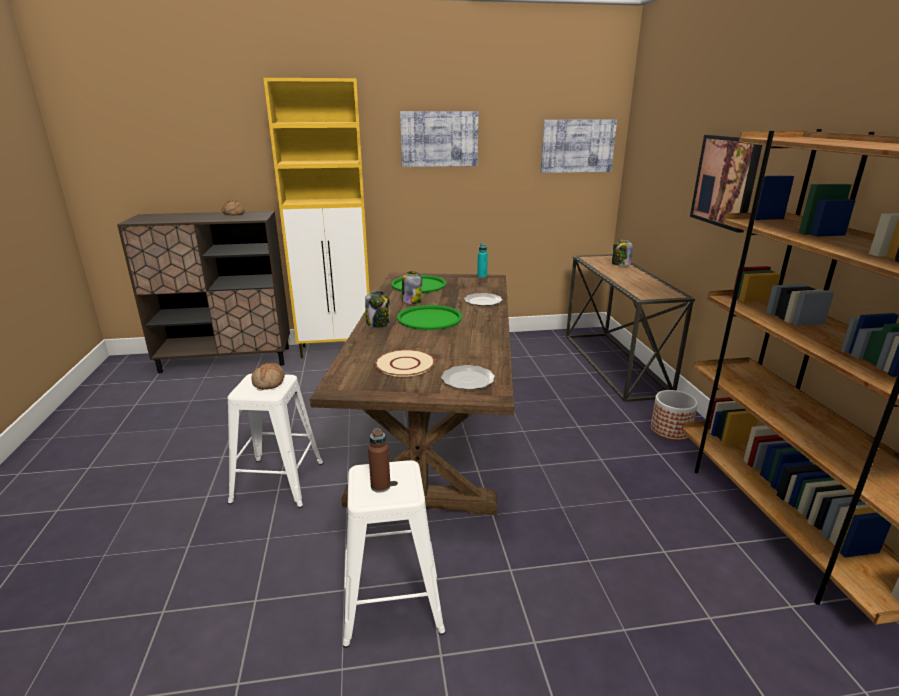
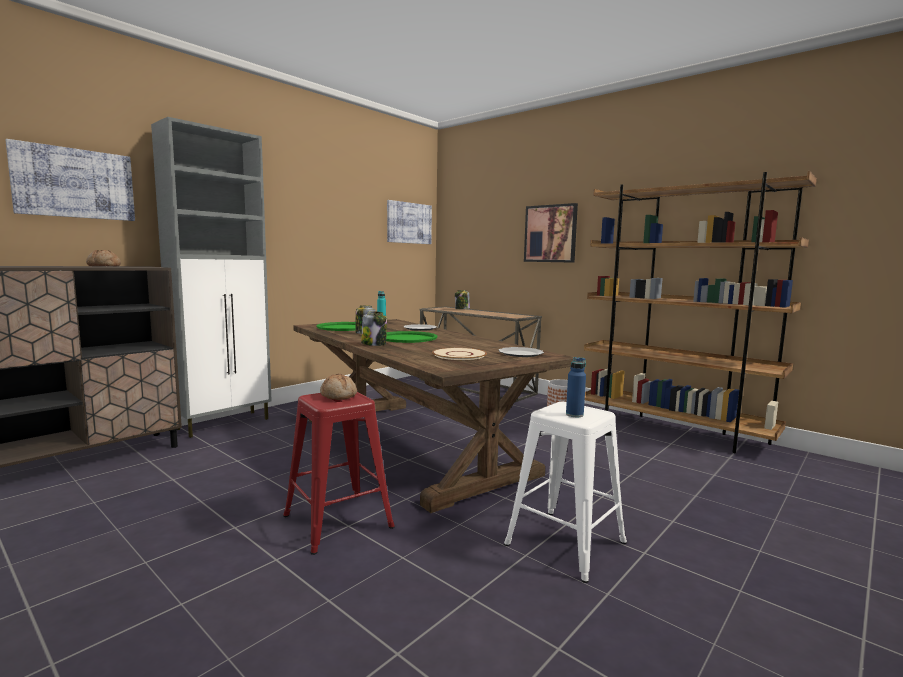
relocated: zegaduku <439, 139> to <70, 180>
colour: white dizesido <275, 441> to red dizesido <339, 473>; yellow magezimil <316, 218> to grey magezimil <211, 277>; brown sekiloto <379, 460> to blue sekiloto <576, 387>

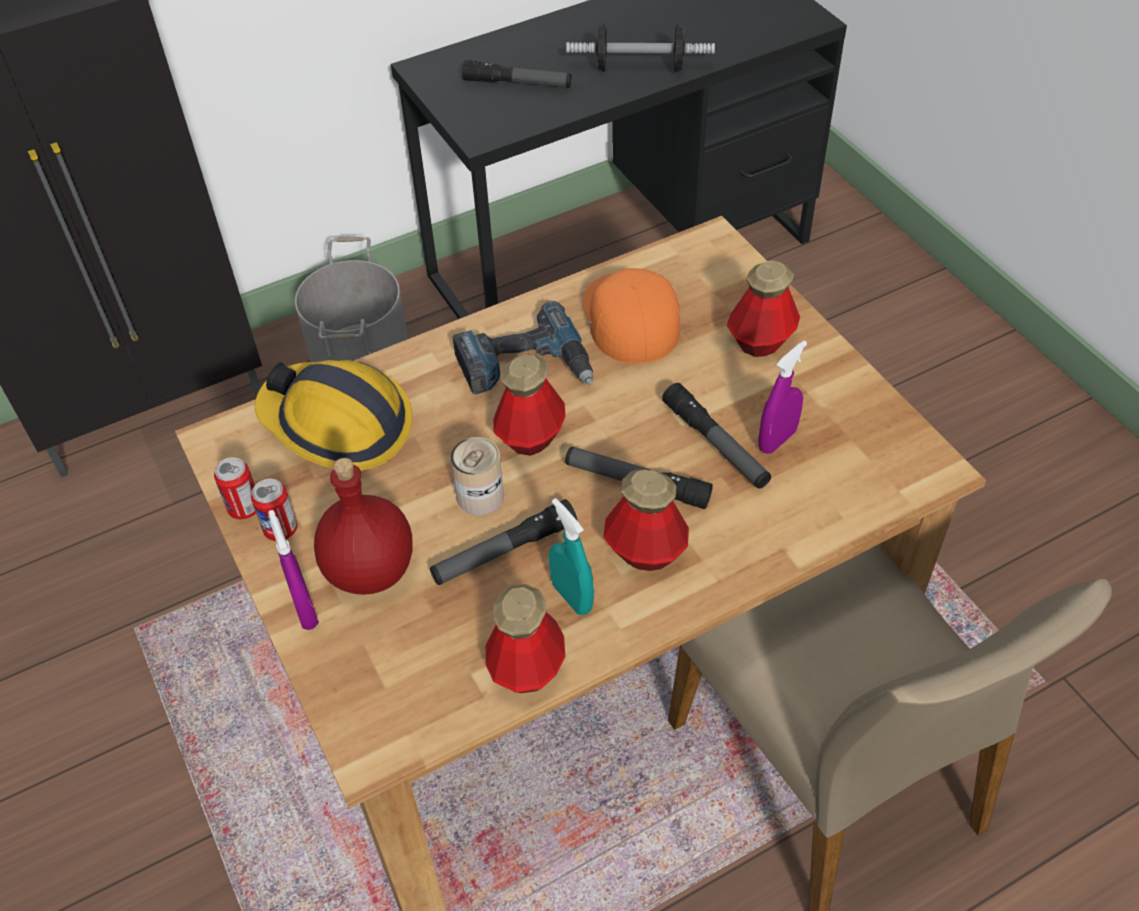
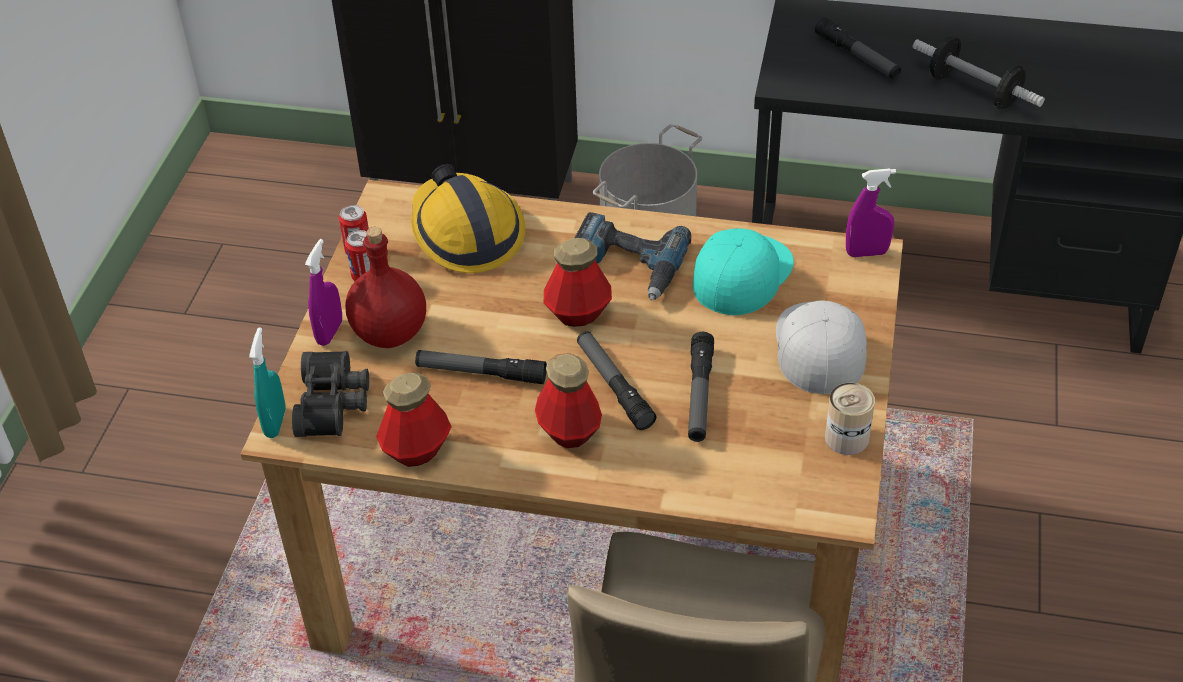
appeared: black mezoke <330, 394>
relocated: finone <477, 476> to <850, 419>; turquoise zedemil <571, 556> to <267, 382>; purple zedemil <782, 397> to <871, 212>
exchanged: sekiloto <763, 308> to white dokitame <821, 347>
colour: orange dokitame <631, 316> to turquoise dokitame <743, 271>

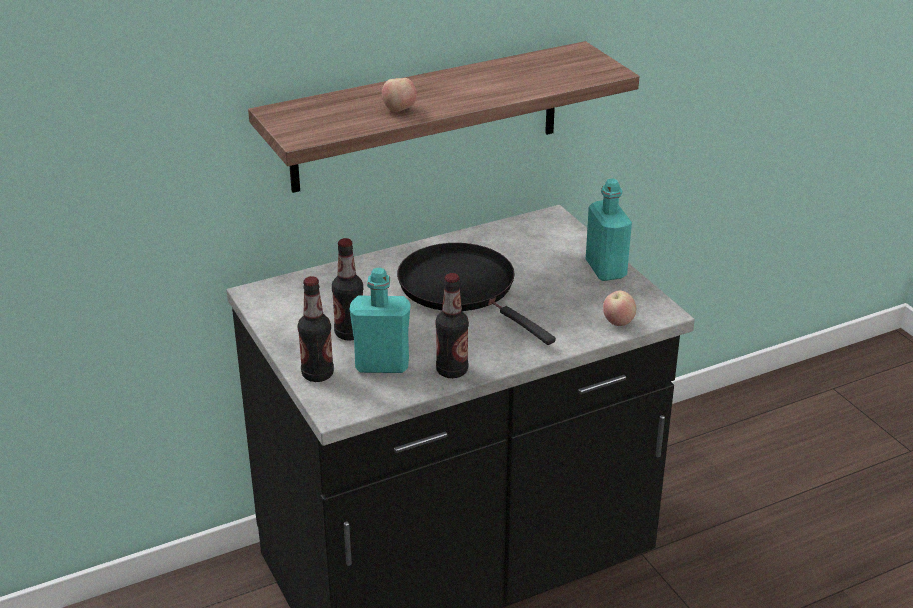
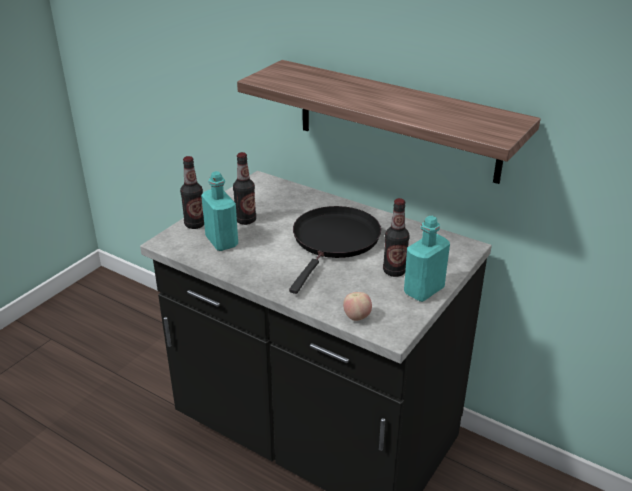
missing: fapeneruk <399, 95>
relocated: sekiloto <452, 325> to <396, 237>

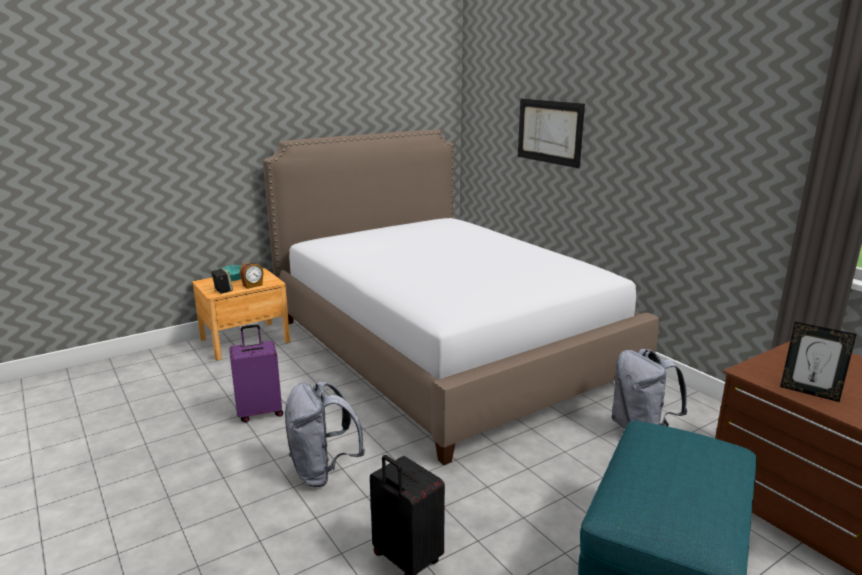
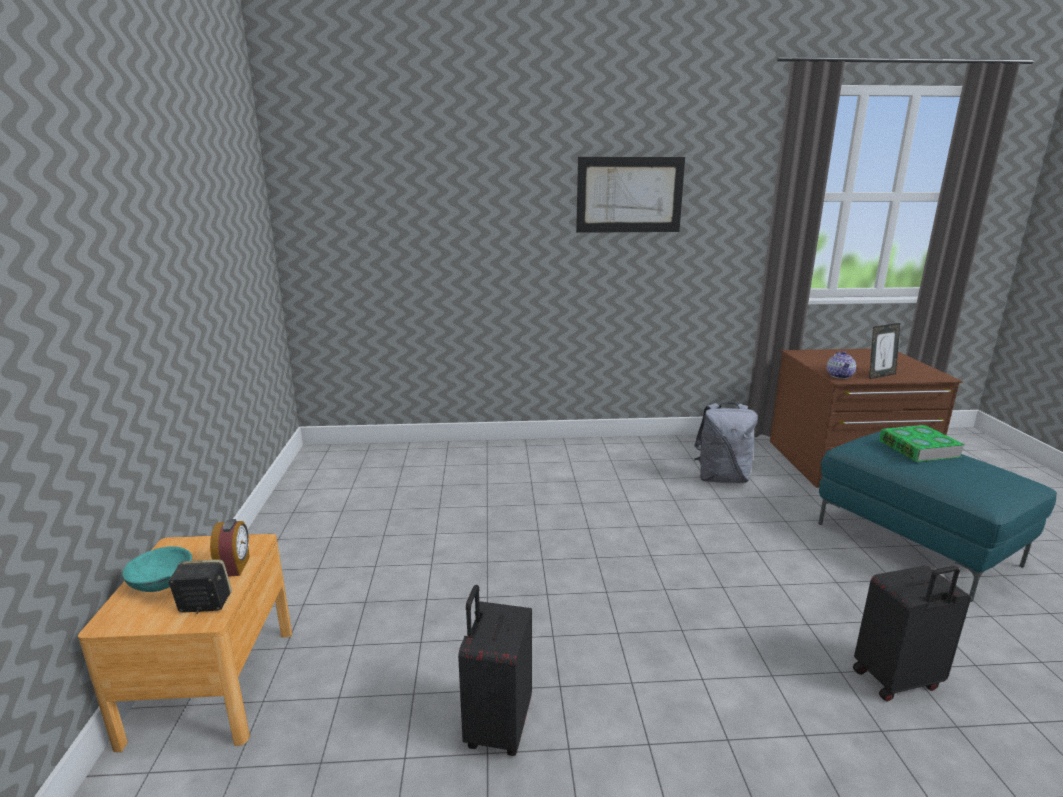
missing: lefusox <461, 297>; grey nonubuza <325, 434>
appeared: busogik <841, 365>; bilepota <922, 443>
relocated: zegaduku <551, 133> to <630, 195>
colour: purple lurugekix <256, 373> to black lurugekix <495, 670>

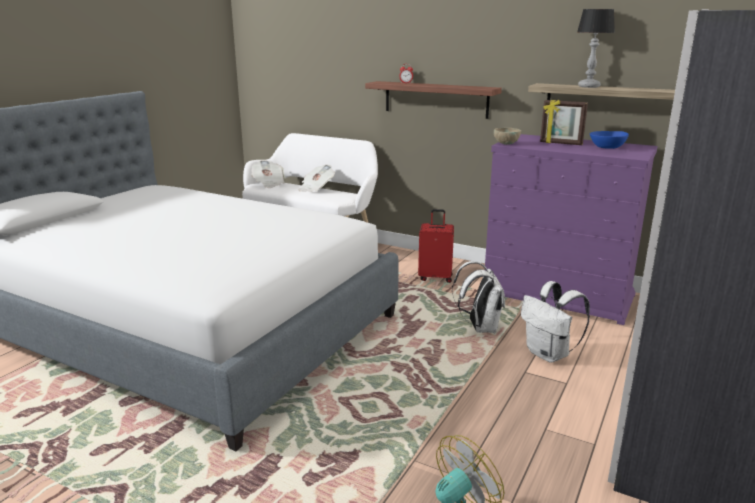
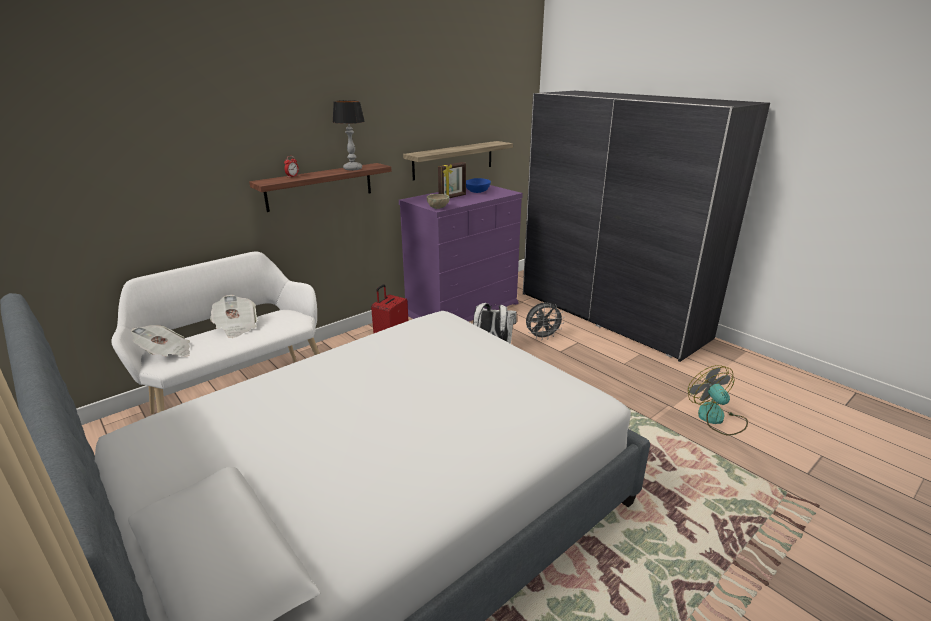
relocated: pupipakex <596, 48> to <349, 135>
exchanged: white nonubuza <555, 322> to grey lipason <545, 321>

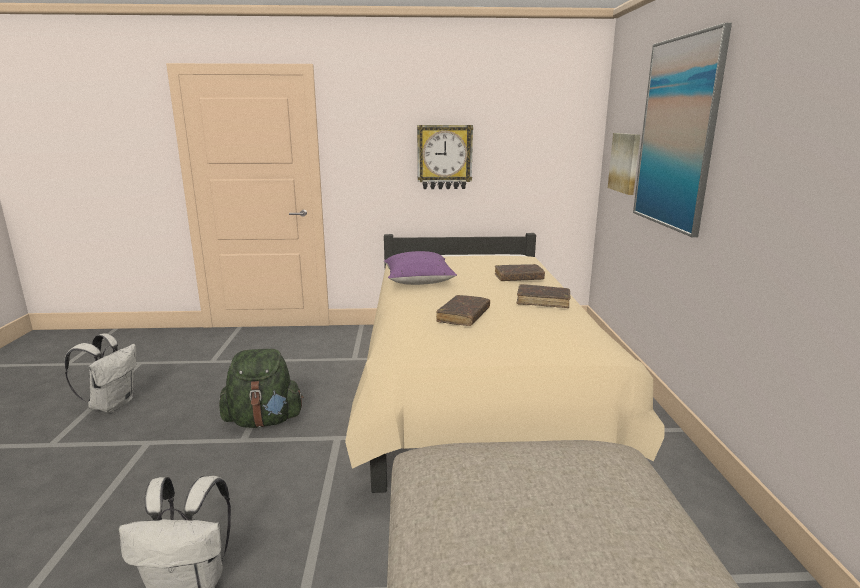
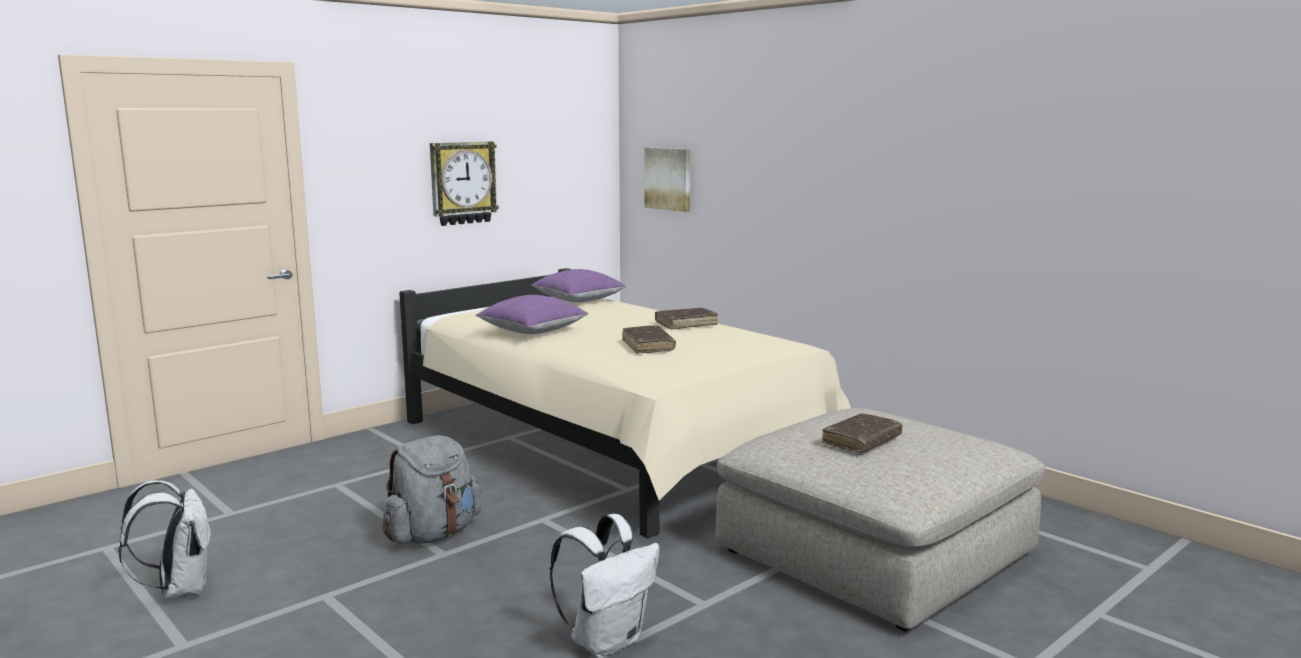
missing: zegaduku <682, 130>
appeared: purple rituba <578, 285>
relocated: brown bilepota <520, 272> to <862, 433>
colour: green nonubuza <261, 388> to grey nonubuza <432, 489>

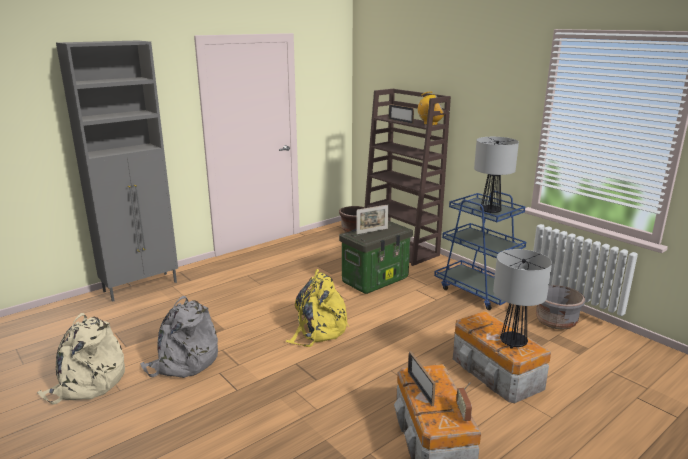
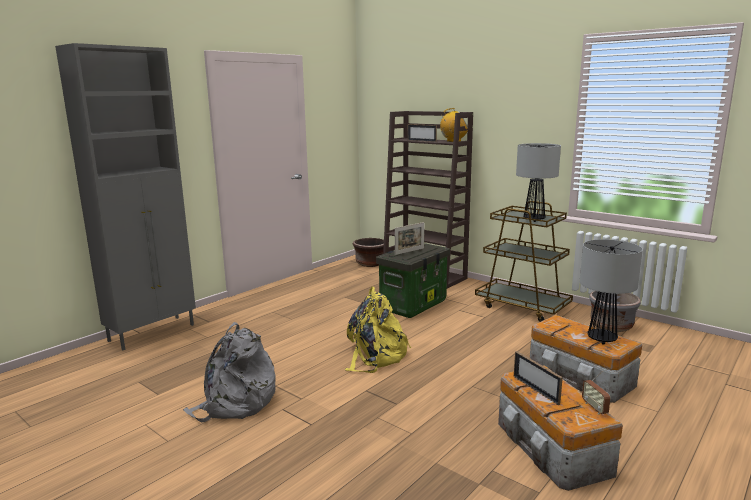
missing: beige nonubuza <81, 359>
colour: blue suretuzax <480, 250> to brown suretuzax <524, 261>

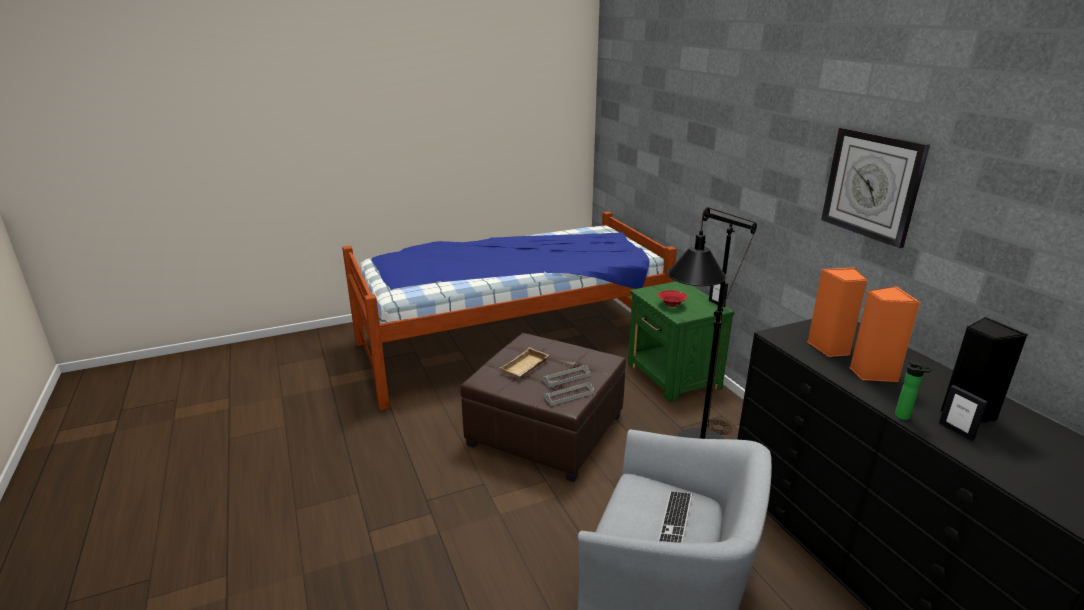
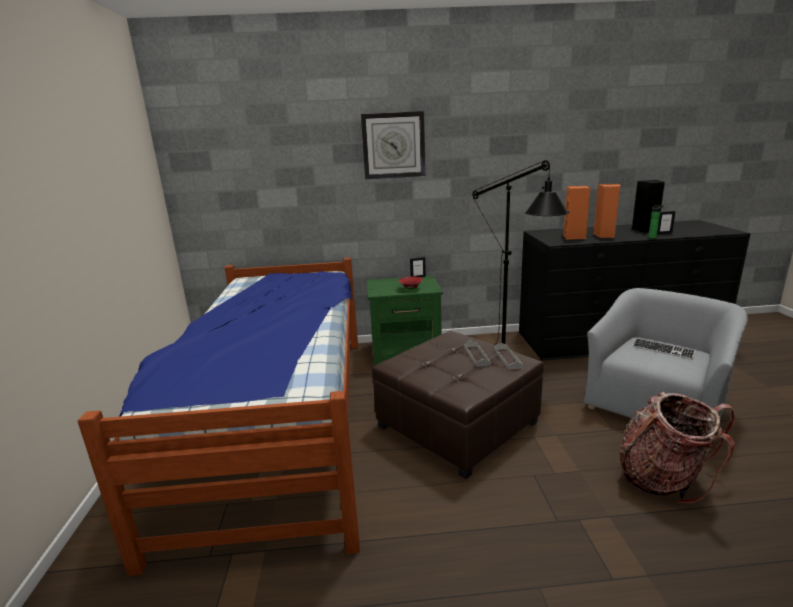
missing: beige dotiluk <524, 362>
appeared: nonubuza <677, 448>
relocated: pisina <875, 188> to <393, 145>

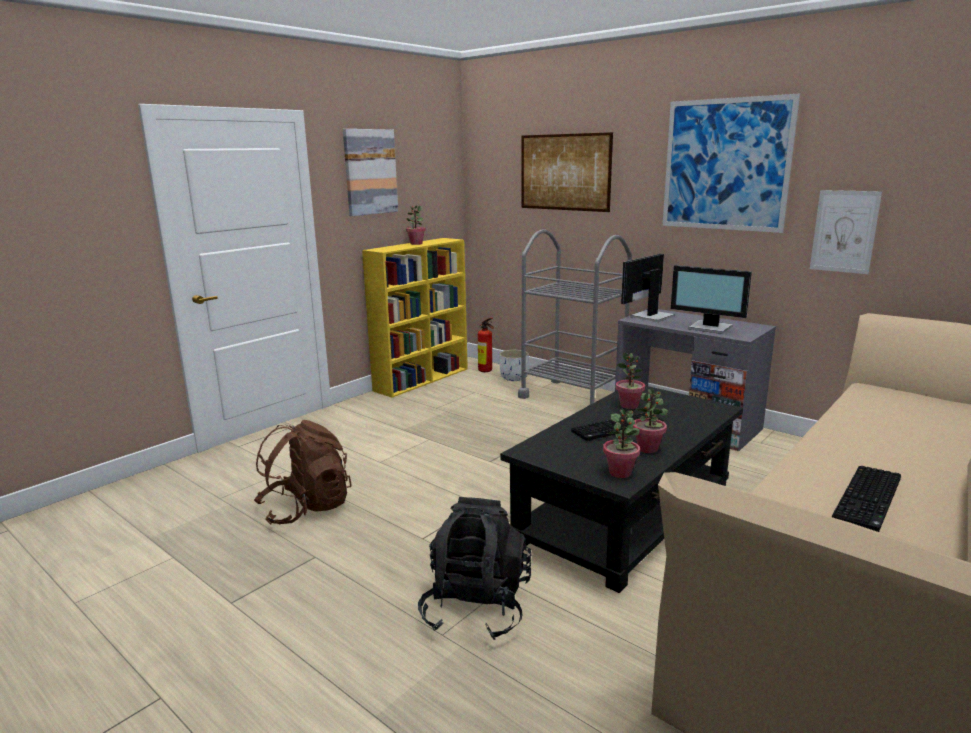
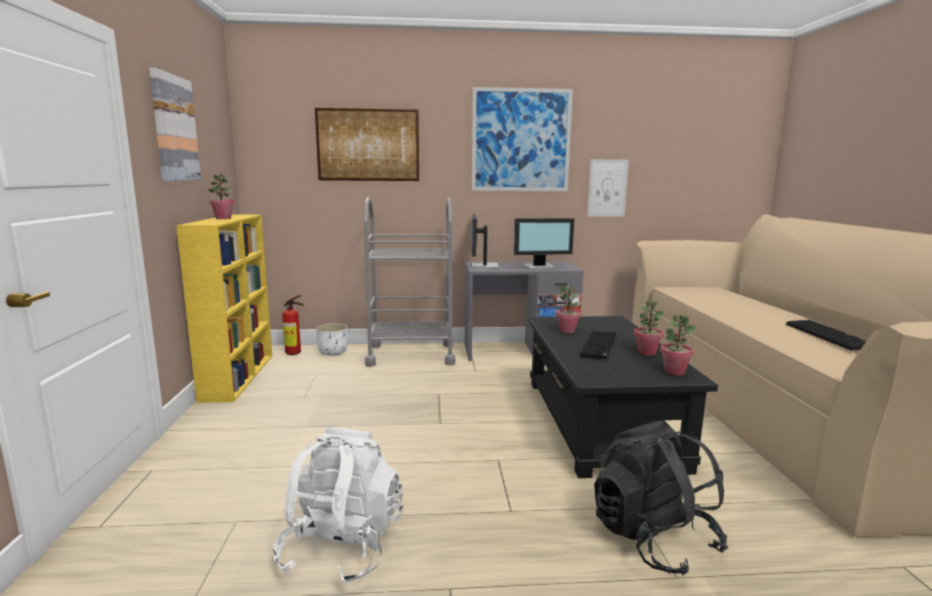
colour: brown nonubuza <303, 472> to white nonubuza <338, 506>

